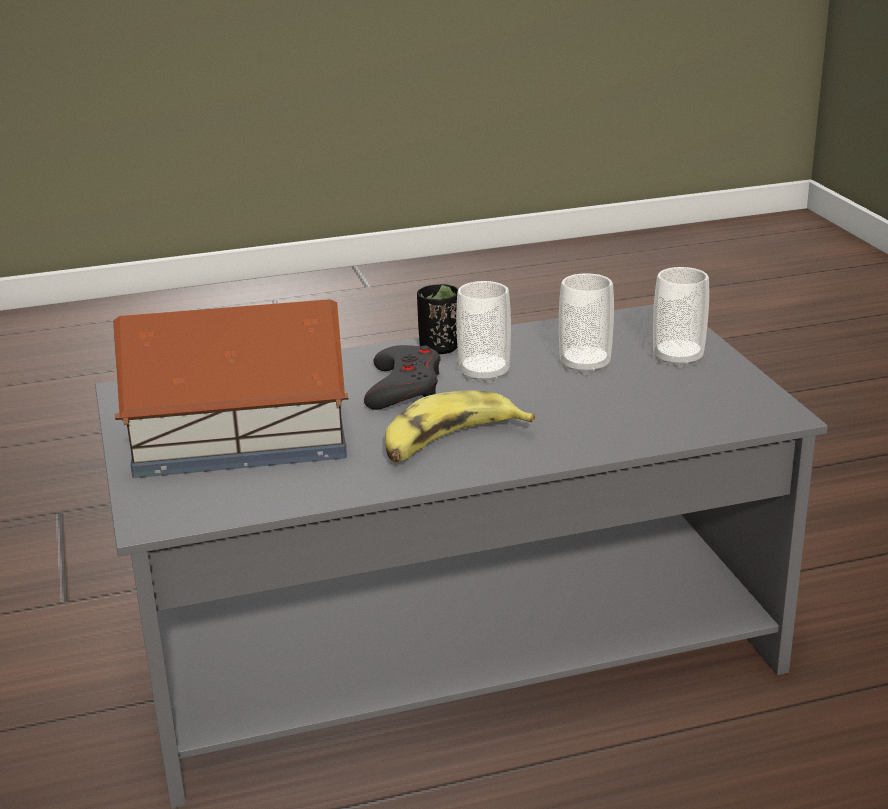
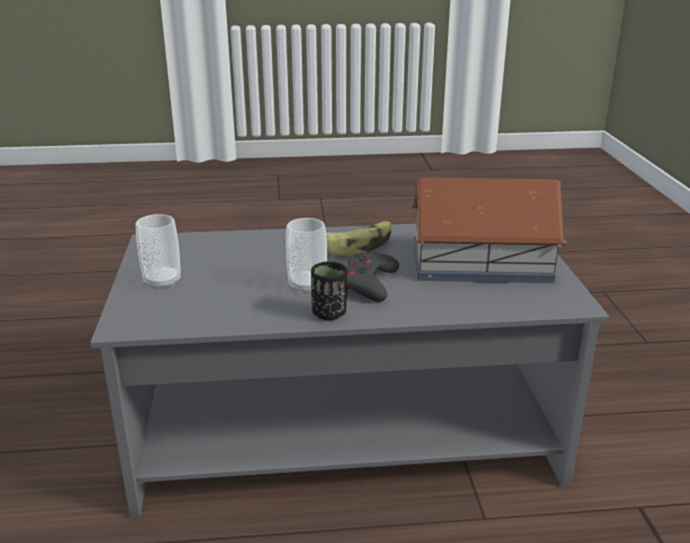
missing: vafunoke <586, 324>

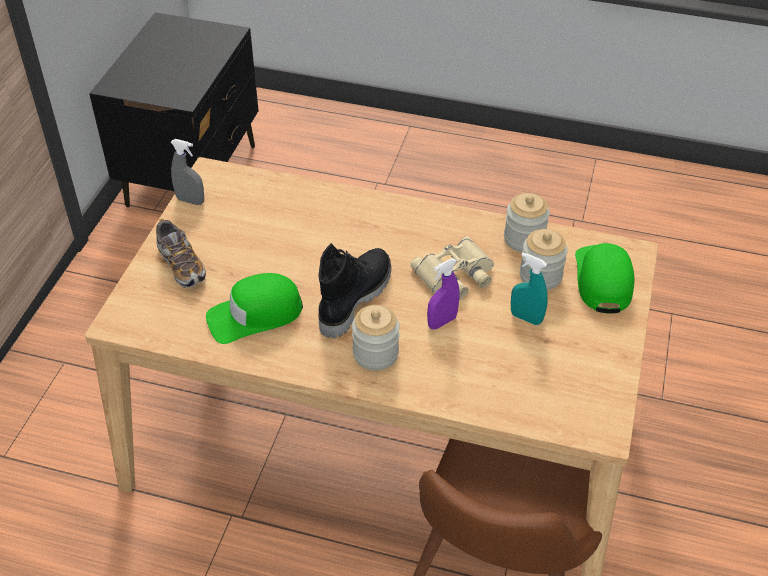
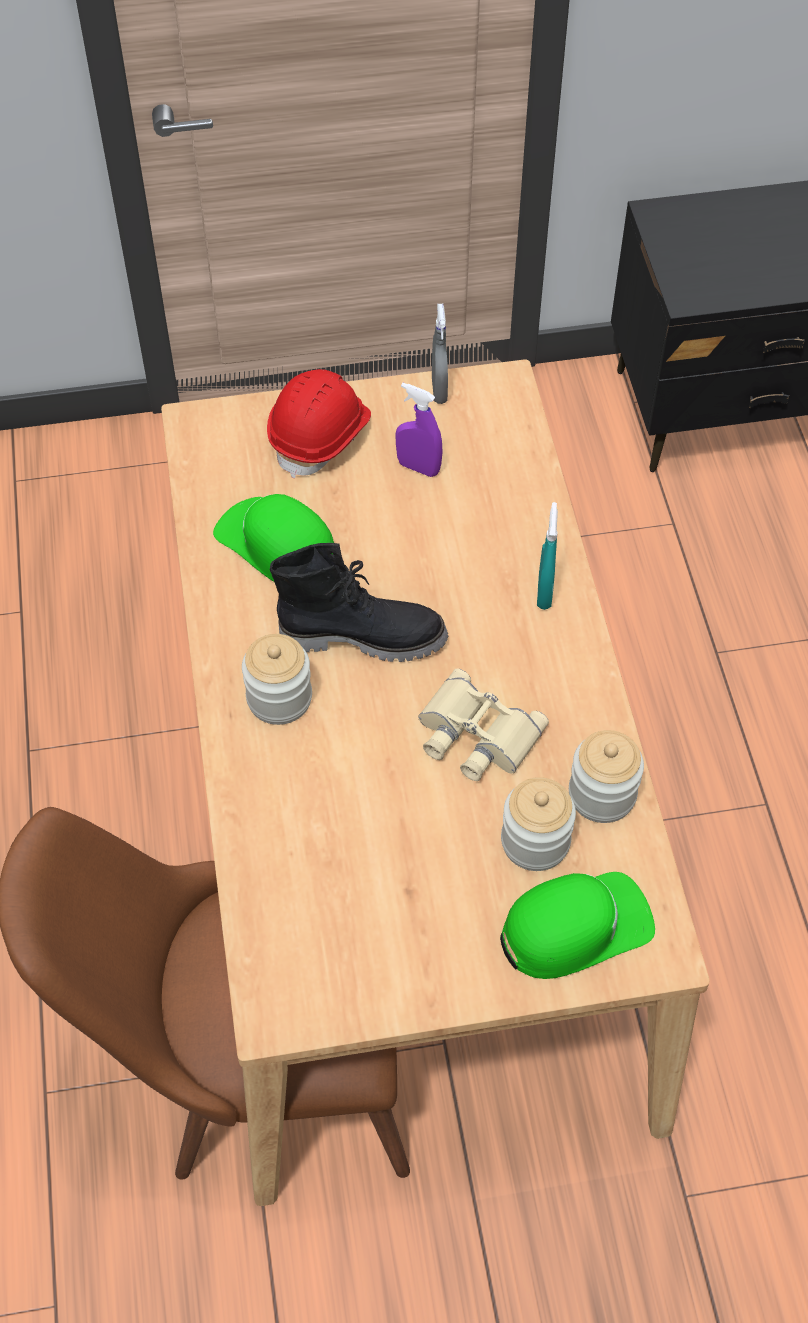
relocated: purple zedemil <443, 294> to <419, 430>; turquoise zedemil <529, 289> to <547, 556>
exchanged: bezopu <181, 253> to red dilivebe <319, 424>

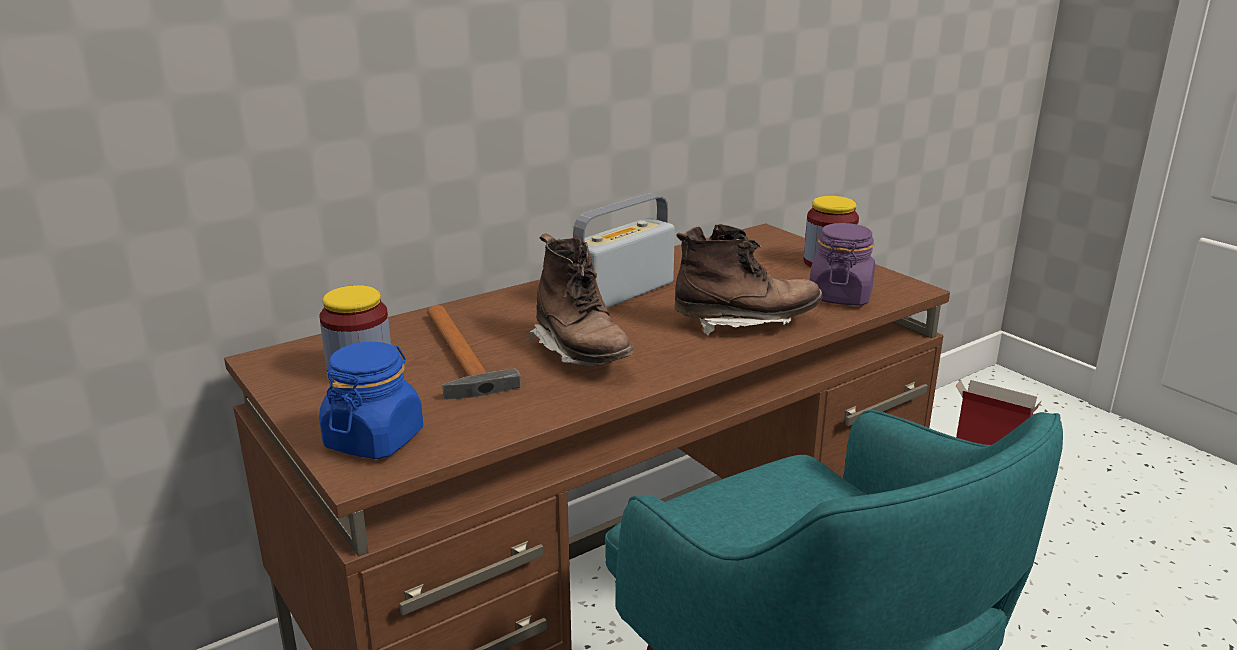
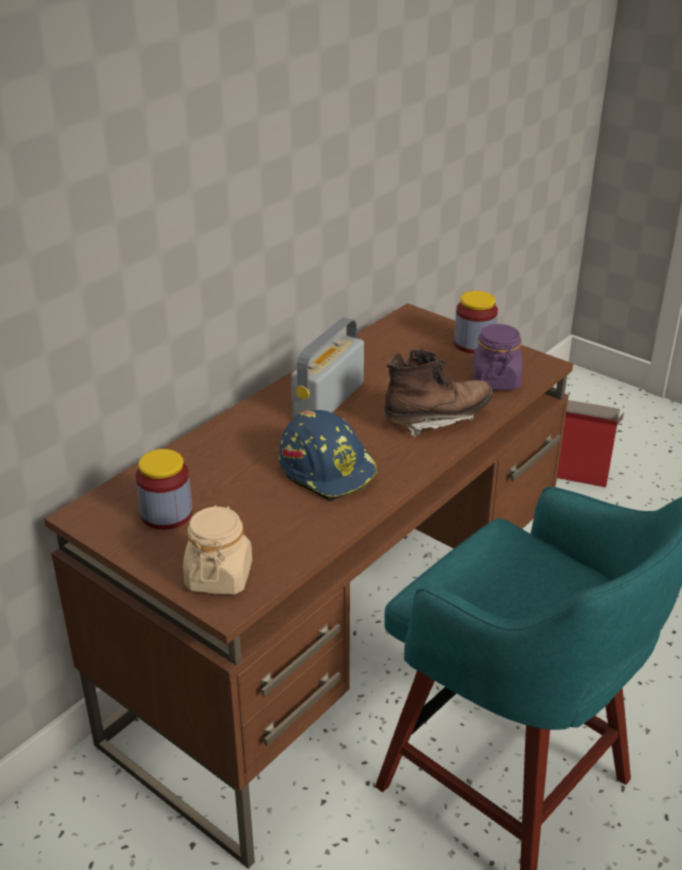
missing: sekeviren <474, 352>
exchanged: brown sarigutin <581, 300> to blue dilivebe <328, 455>
colour: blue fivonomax <371, 400> to beige fivonomax <217, 549>

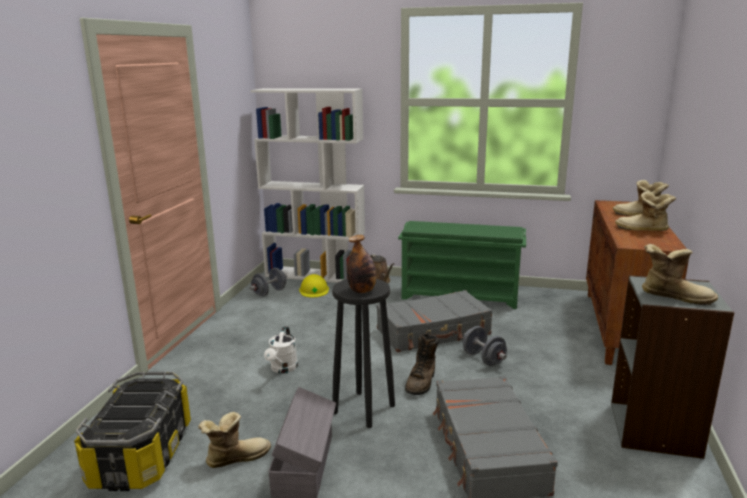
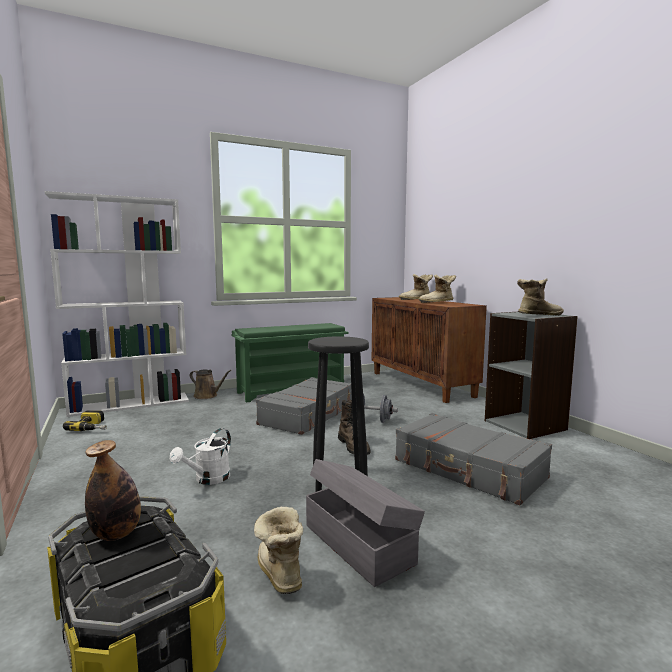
missing: yellow dilivebe <314, 285>
relocated: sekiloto <361, 264> to <113, 490>
exchanged: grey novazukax <268, 282> to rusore <85, 420>
spun: sarigutin <234, 440> = <278, 550> 45 degrees counterclockwise; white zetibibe <281, 349> = <200, 456> 60 degrees clockwise

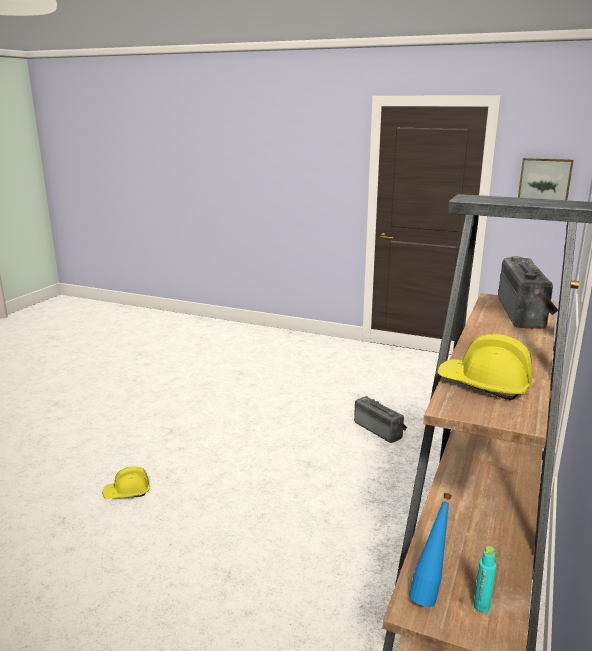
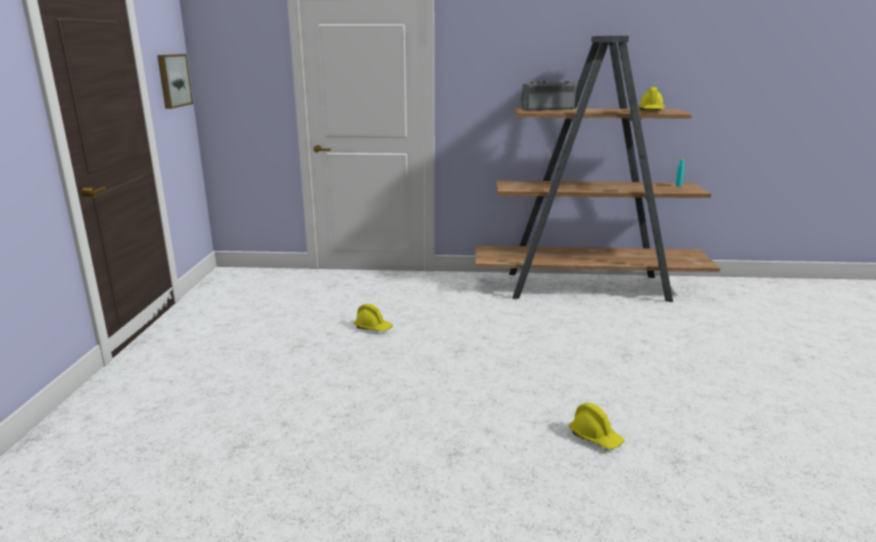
missing: blue sekiloto <430, 550>
exchanged: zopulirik <380, 419> to yellow dilivebe <373, 317>

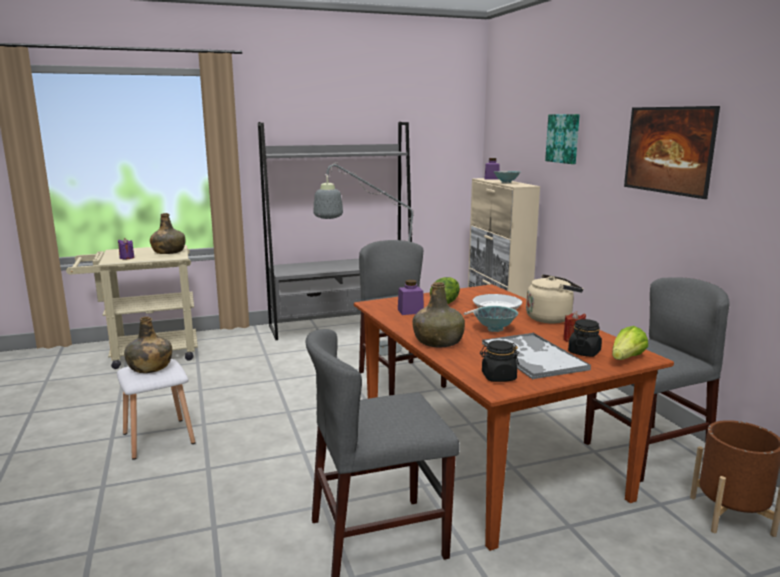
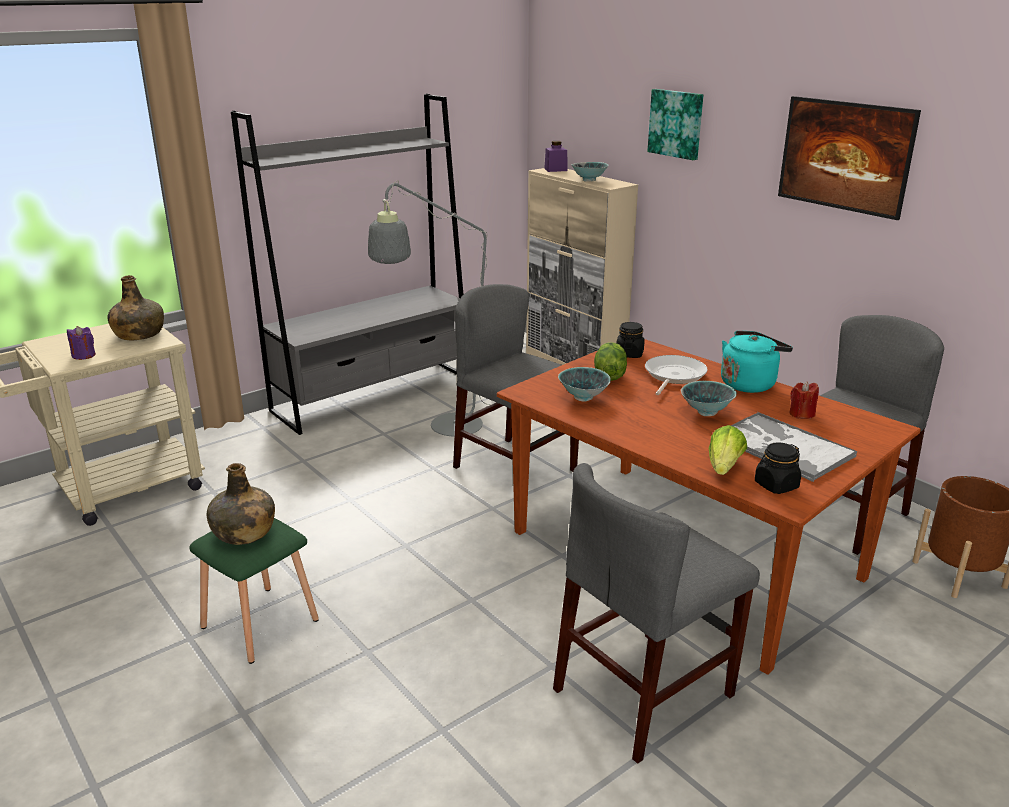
missing: green sekiloto <438, 314>
relocated: black fivonomax <585, 338> to <630, 340>; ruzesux <630, 343> to <728, 450>
exchanged: purple fivonomax <411, 297> to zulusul <584, 384>
colour: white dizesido <156, 409> to green dizesido <254, 591>; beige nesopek <554, 298> to turquoise nesopek <757, 362>

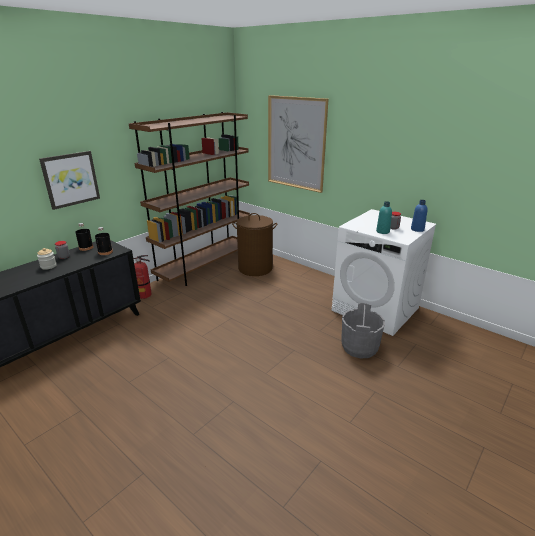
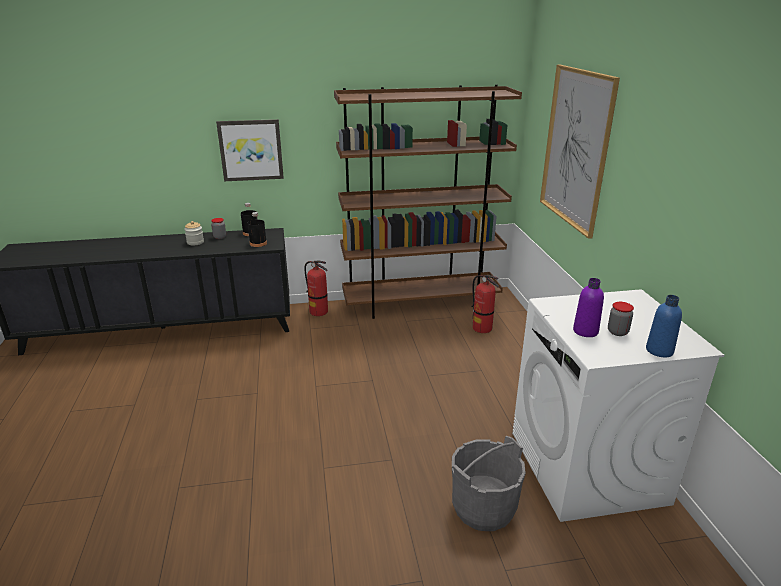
exchanged: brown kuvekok <254, 244> to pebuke <485, 304>
colour: turquoise sekiloto <384, 217> to purple sekiloto <588, 307>

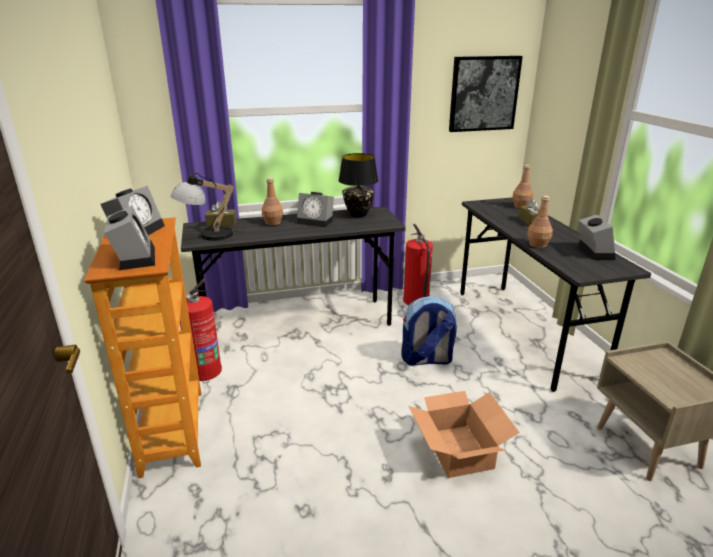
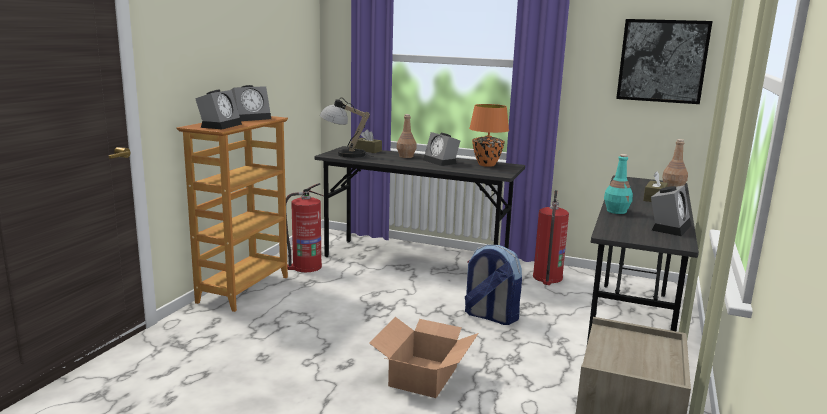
colour: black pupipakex <358, 185> to orange pupipakex <489, 135>; brown sekiloto <540, 221> to turquoise sekiloto <618, 184>

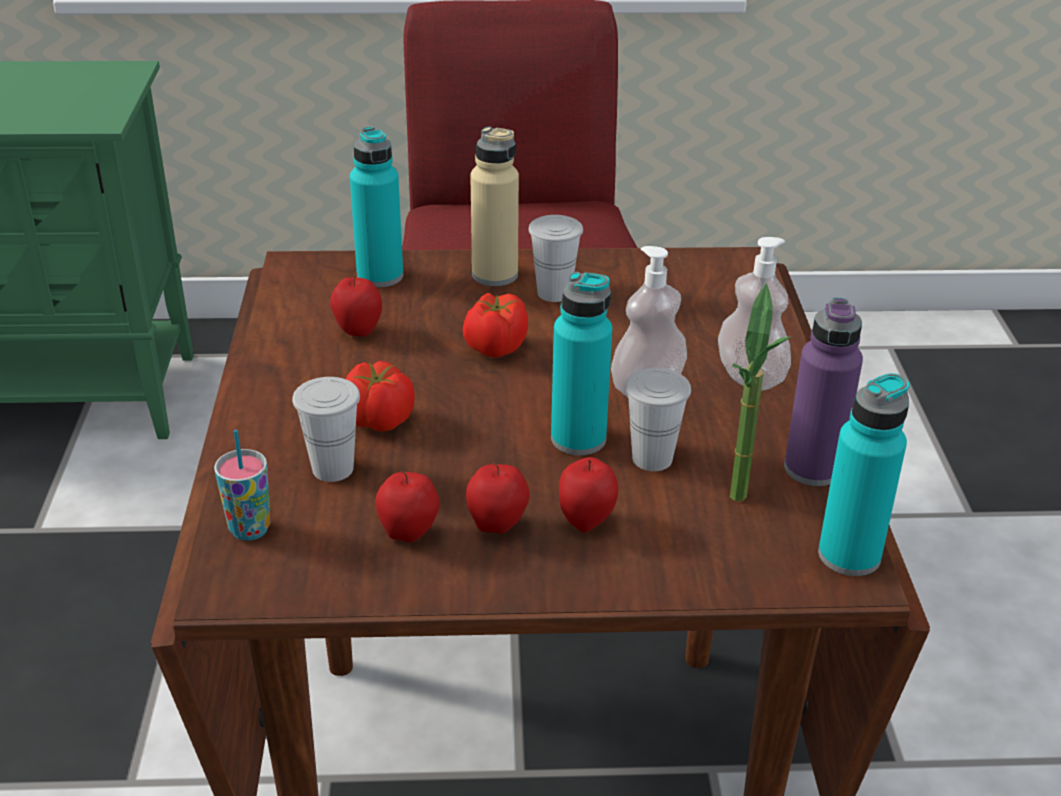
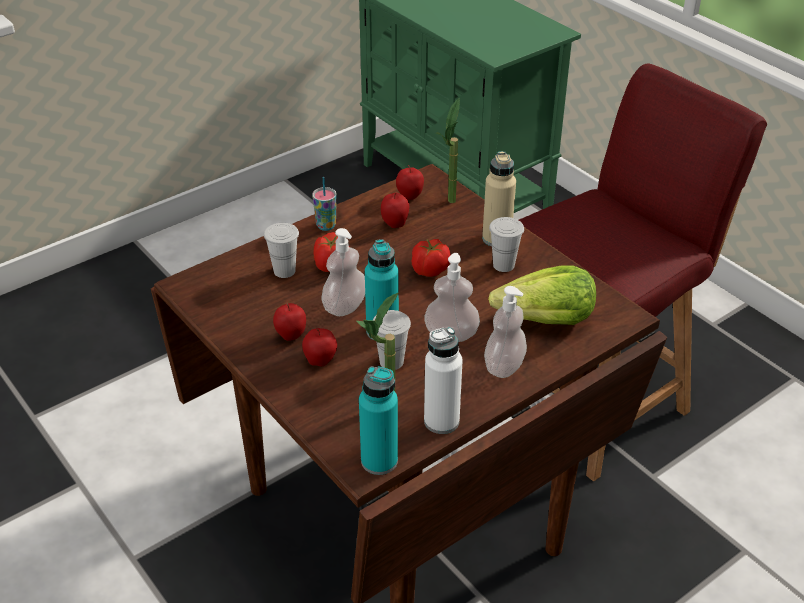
appeared: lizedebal <343, 272>; ruzesux <542, 295>
relocated: vafunoke <242, 485> to <324, 204>; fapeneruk <408, 506> to <410, 182>
exchanged: turquoise sekiloto <376, 207> to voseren <448, 150>
colour: purple sekiloto <823, 392> to white sekiloto <443, 380>

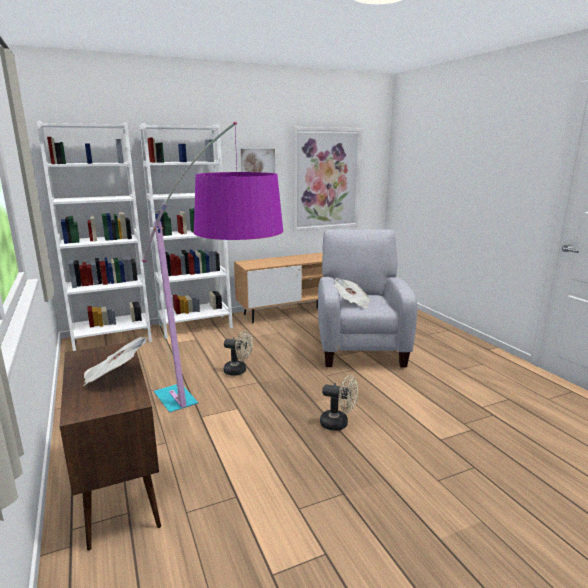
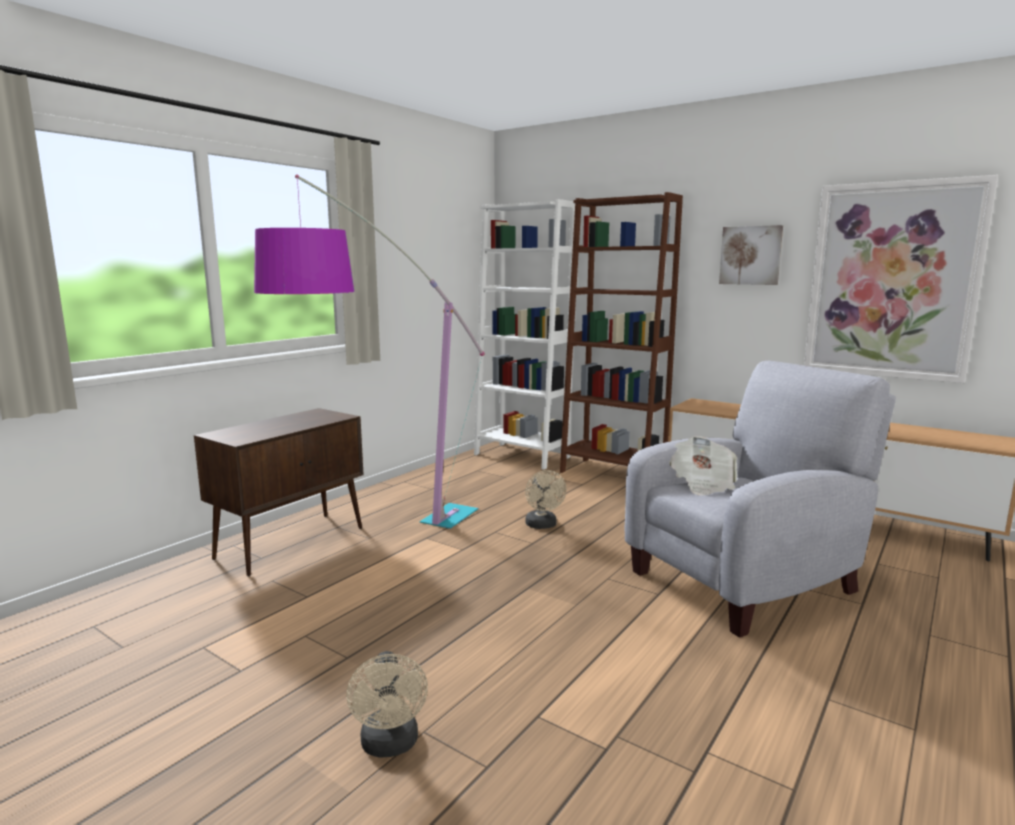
missing: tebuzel <115, 361>
relocated: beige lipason <339, 403> to <387, 704>
colour: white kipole <186, 231> to brown kipole <621, 332>

